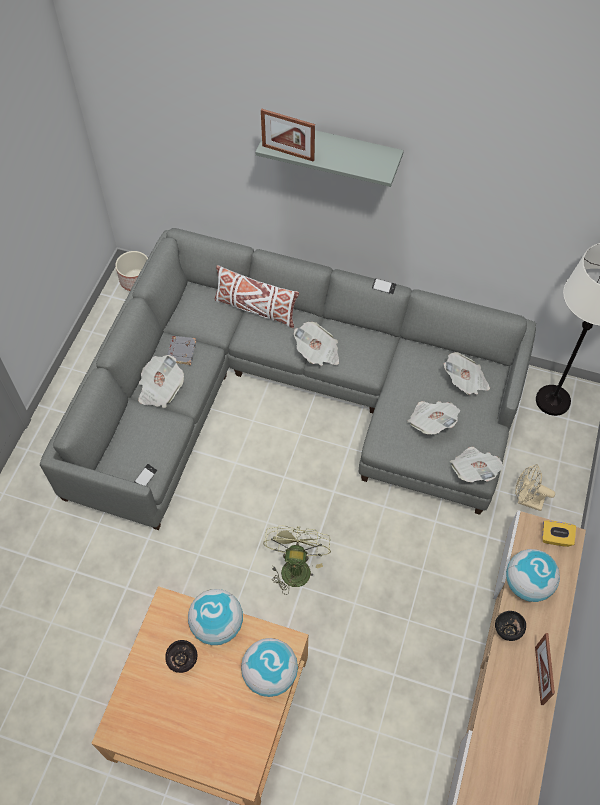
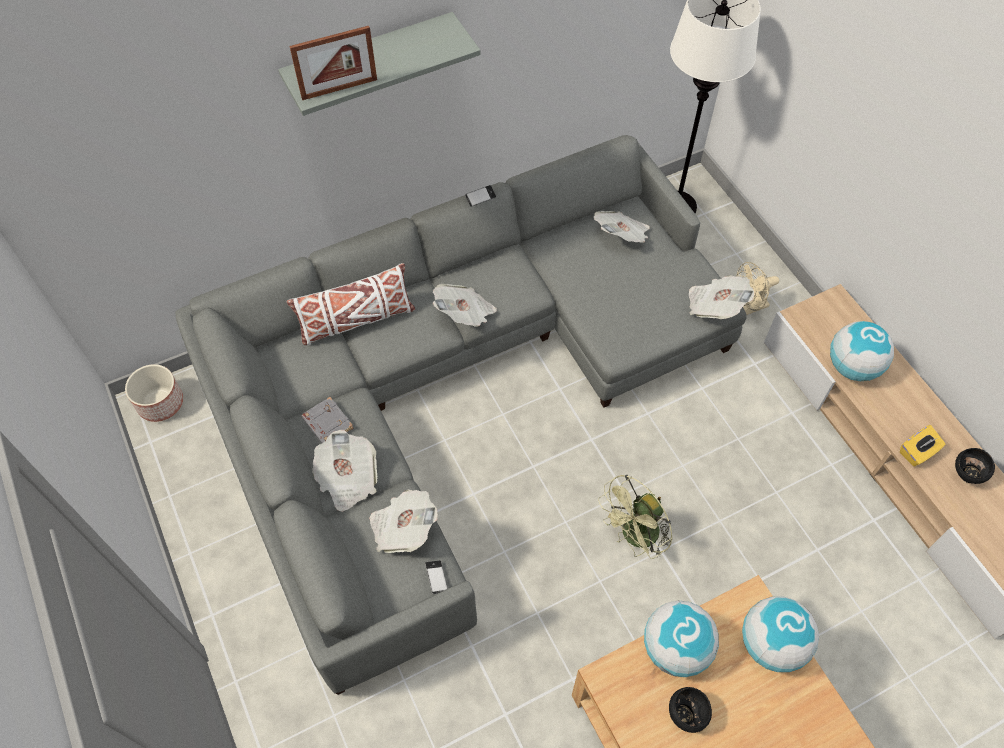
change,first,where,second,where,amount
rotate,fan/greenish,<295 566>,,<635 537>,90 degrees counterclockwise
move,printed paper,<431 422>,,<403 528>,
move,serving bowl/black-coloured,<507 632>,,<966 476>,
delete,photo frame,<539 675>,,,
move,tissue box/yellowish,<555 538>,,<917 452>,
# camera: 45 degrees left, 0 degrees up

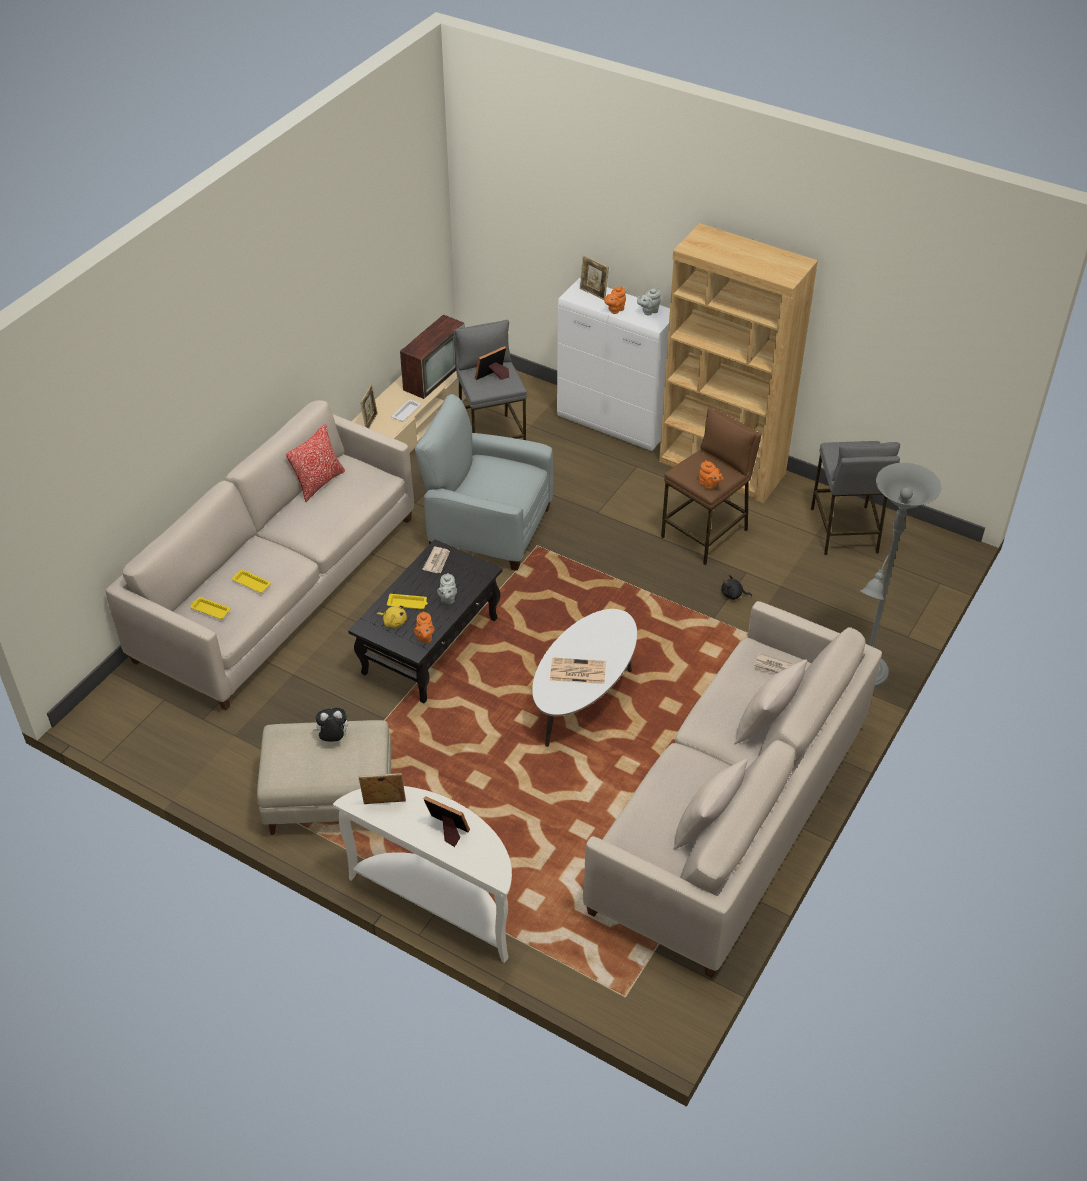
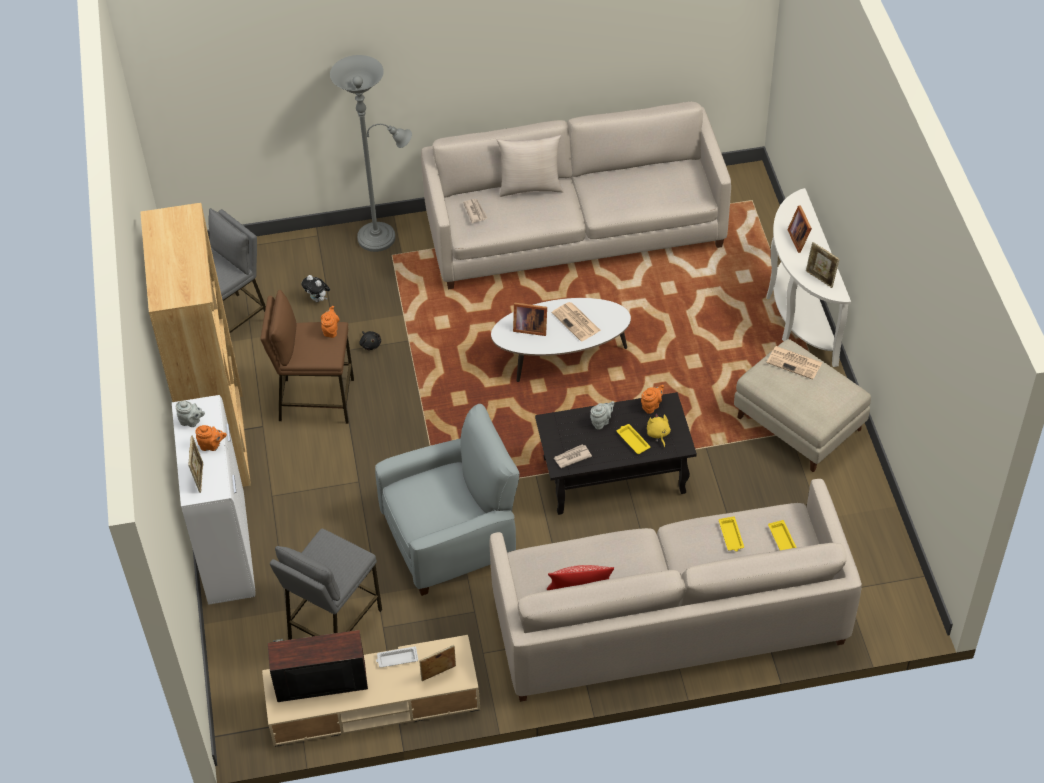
change,first,where,second,where,amount
move,plush toy,<333 738>,,<318 299>,
rotate,easy chair/gray,<487 527>,,<452 538>,90 degrees counterclockwise
move,photo frame,<493 376>,,<529 327>,
delete,throw pillow/sand-coloured,<706 827>,,,
insert,,,printed paper,<795 363>,
# camera: 130 degrees left, 5 degrees up

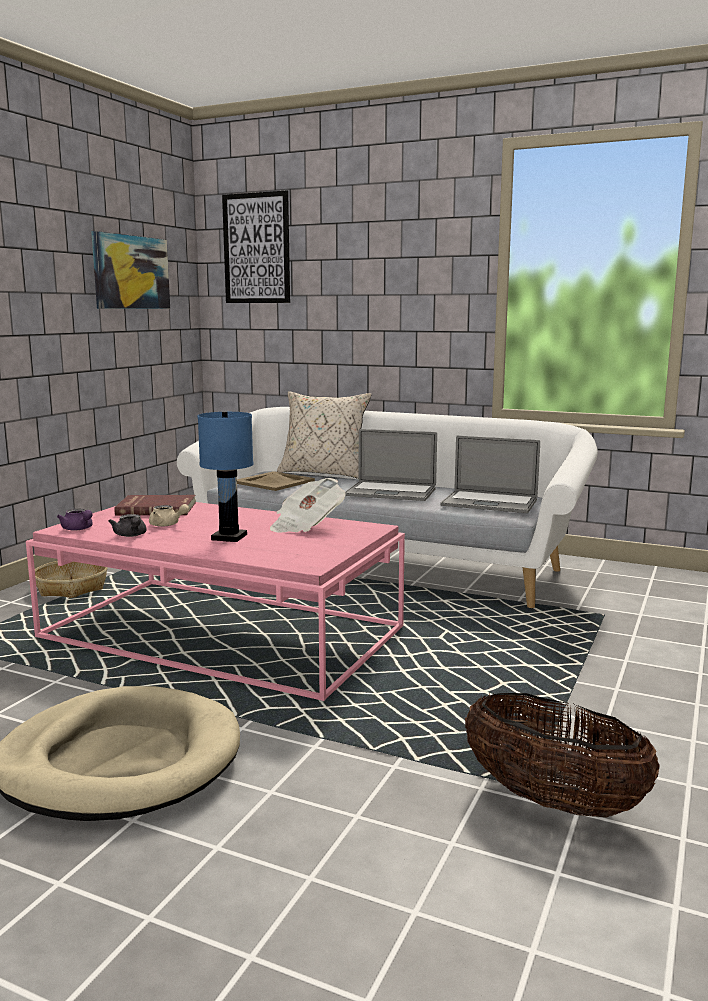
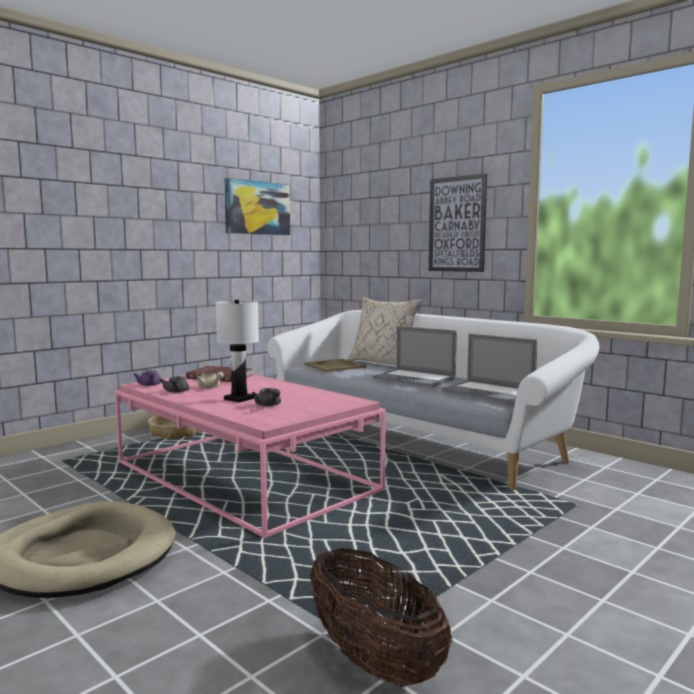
change,first,where,second,where,amount
recolor,lamp for a table/bluish,<229 537>,lamp for a table/whitish,<240 399>,
move,wall art,<256 248>,,<457 224>,
delete,printed paper,<306 526>,,,
insert,,,pot for tea/gray,<269 405>,
# camera: 20 degrees right, 5 degrees down

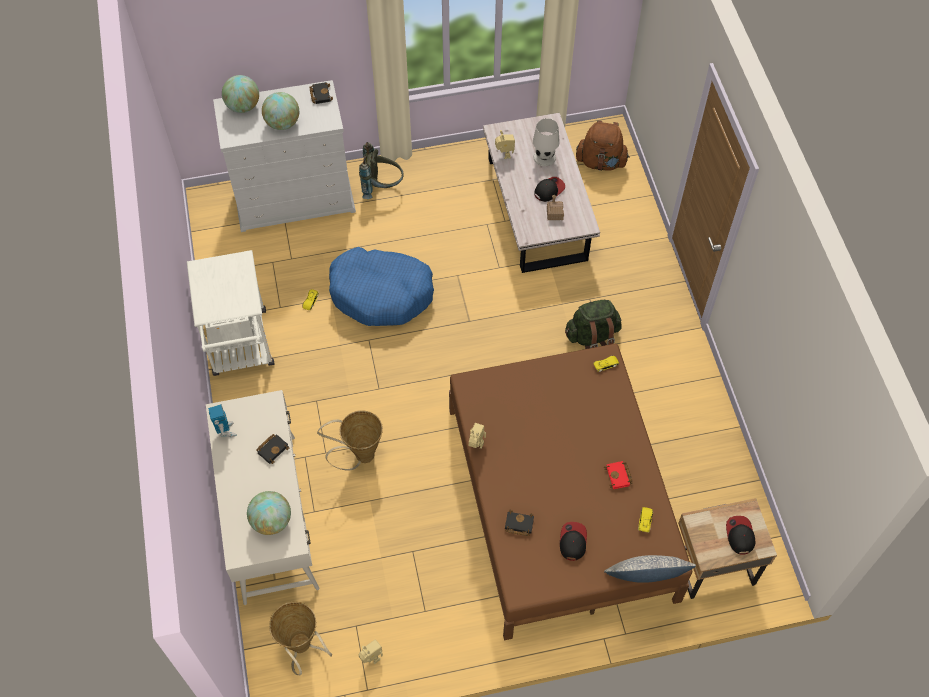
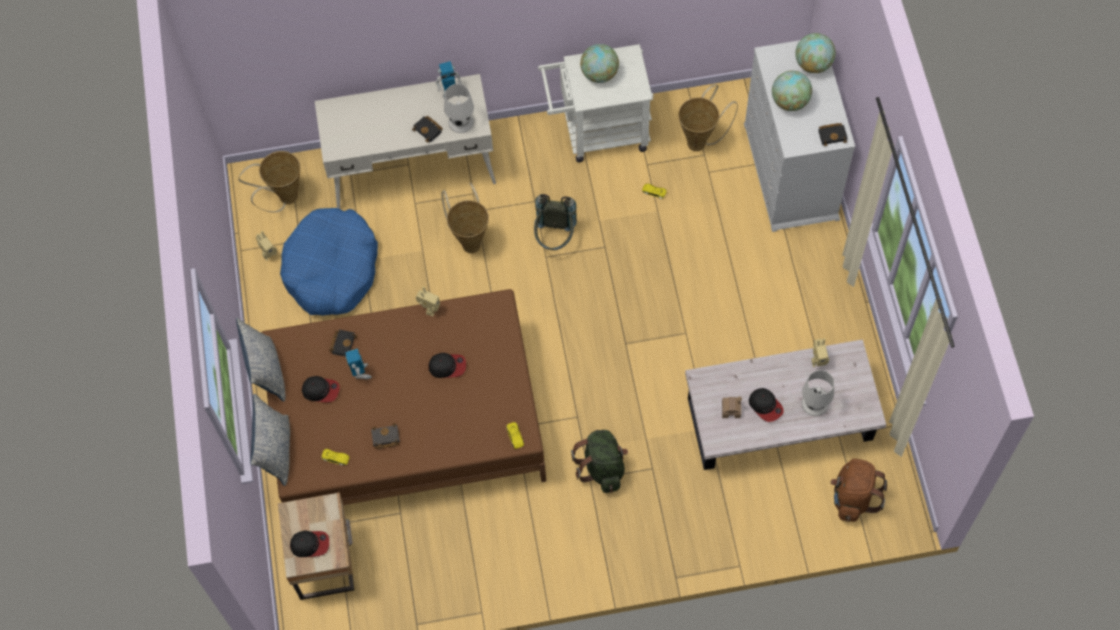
change,first,where,second,where,amount
move,desk globe,<271 521>,,<599 74>,
move,dog cushion/bluish,<381 293>,,<332 269>,
move,backpack/gray,<382 187>,,<554 238>,
recolor,volume/red-coloured,<619 476>,volume/black-coloured,<385 438>,
insert,,,throw pillow,<266 371>,
insert,,,toy robot,<360 373>,
insert,,,peaked cap,<447 366>,
insert,,,lamp for a table/whitish,<460 122>,
insert,,,basket,<700 141>,
# camera: 95 degrees right, 5 degrees up

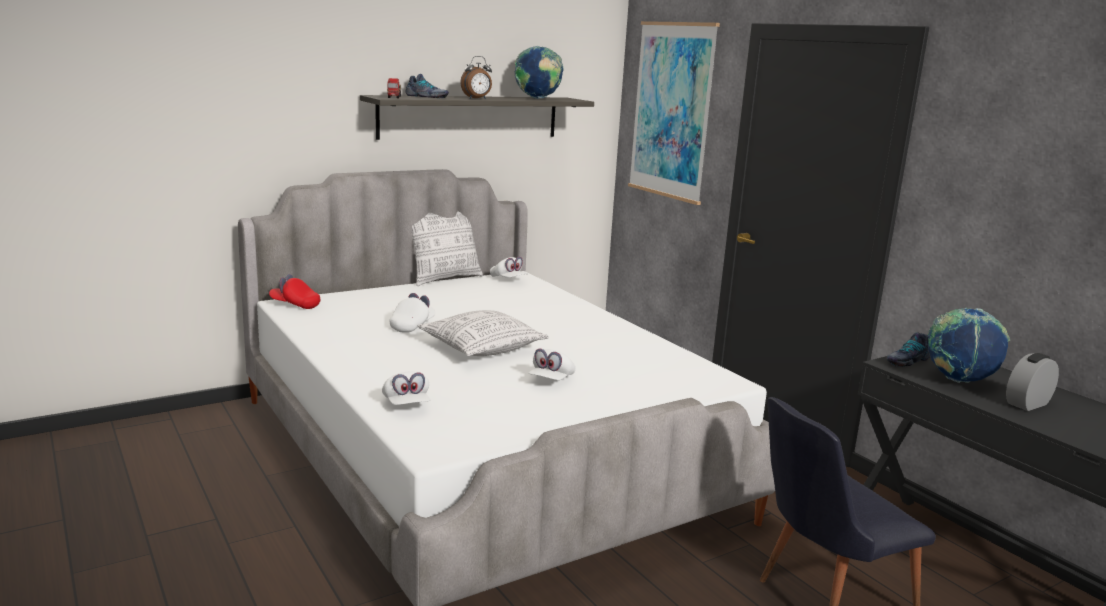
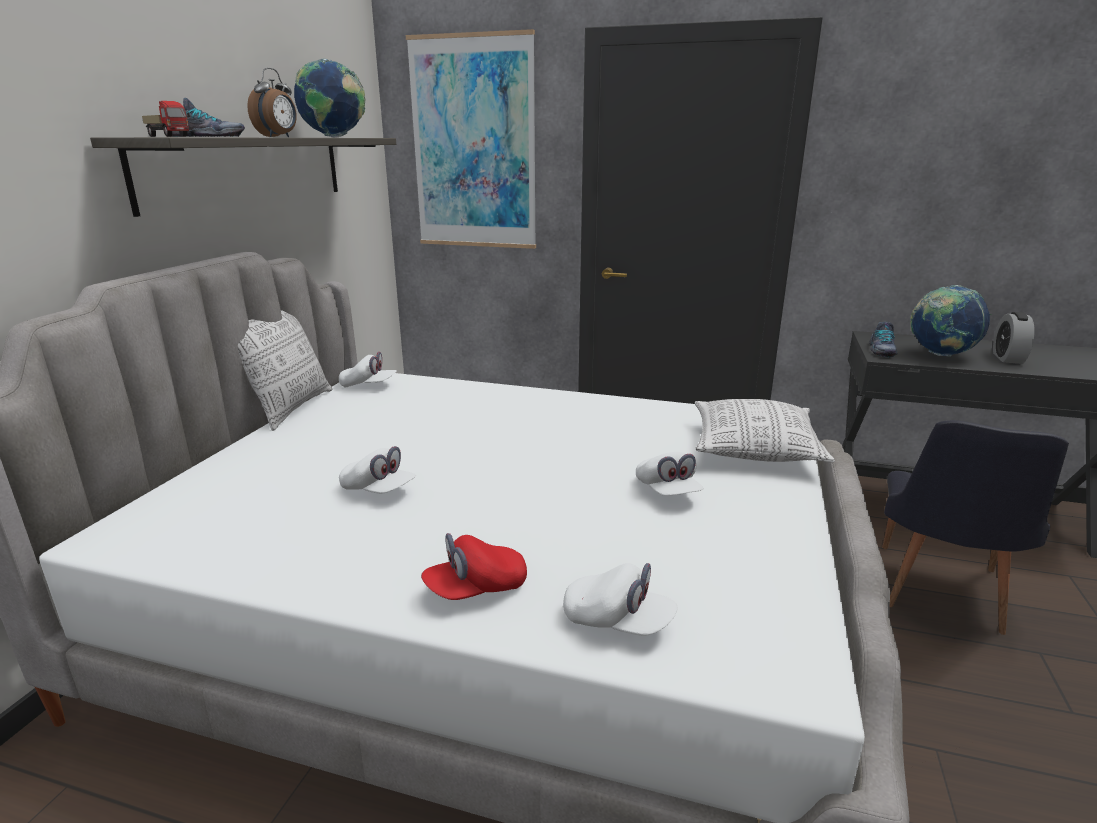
change,first,where,second,where,amount
move,peaked cap/red-coloured,<295 305>,,<476 589>,
rotate,peaked cap/whitish,<412 326>,,<378 490>,135 degrees clockwise
move,throw pillow,<482 348>,,<754 449>,
# camera: 40 degrees left, 5 degrees up

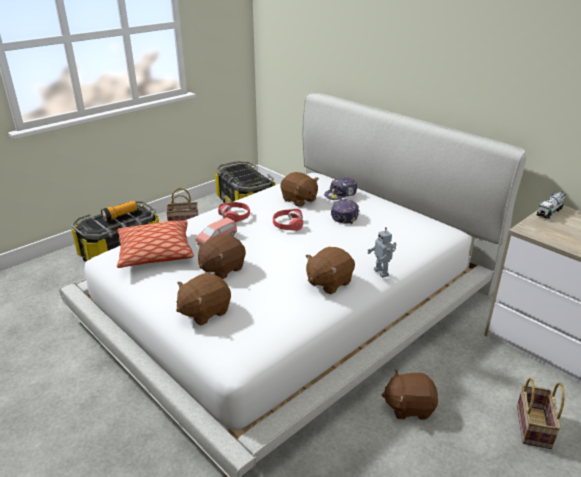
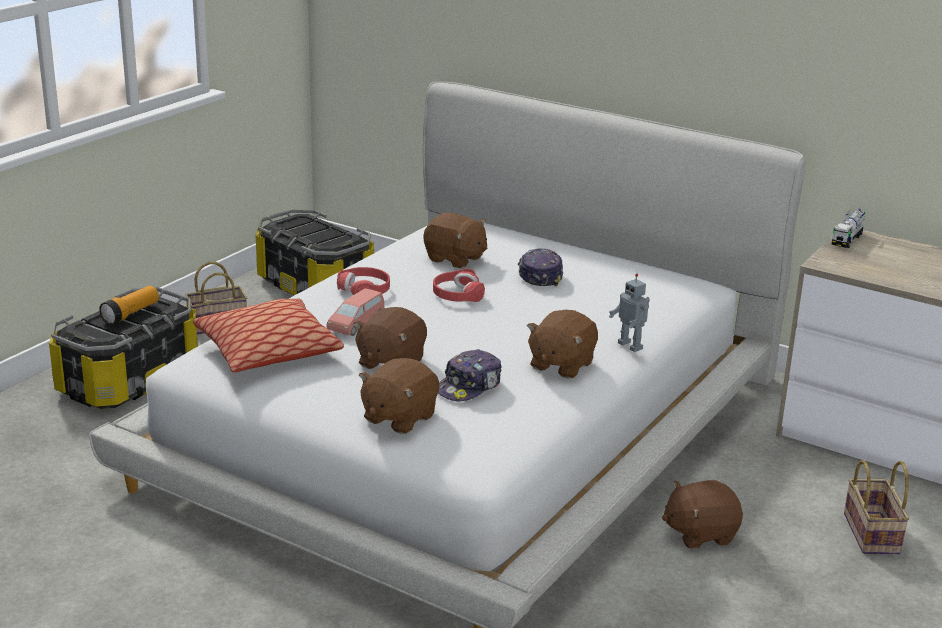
change,first,where,second,where,amount
move,peaked cap,<341 194>,,<470 386>,
# camera: 15 degrees left, 5 degrees down

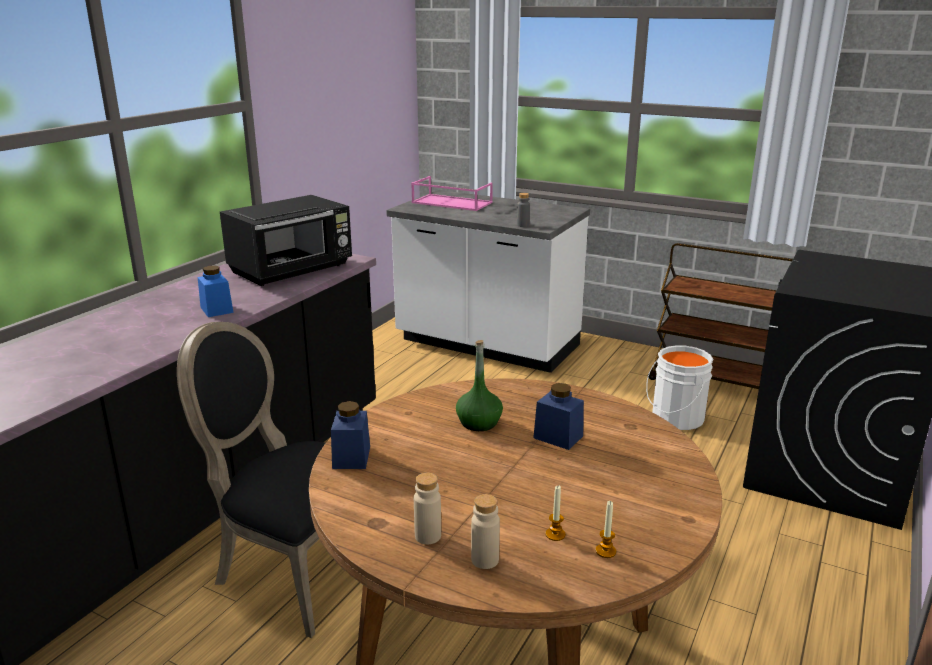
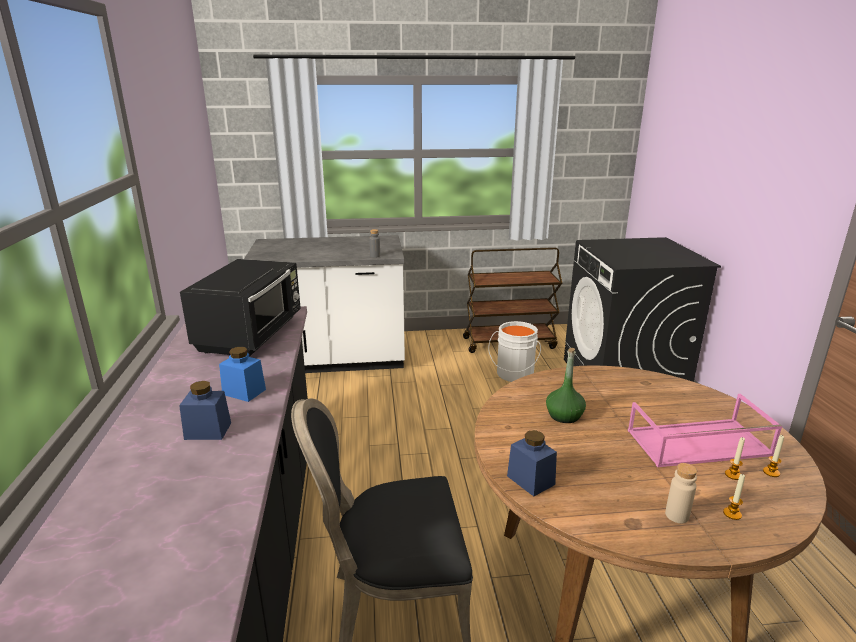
change,first,where,second,where,amount
move,carrying tray/pink-coloured,<451 203>,,<697 443>,
replace,bottle/sand-coloured,<485 560>,wax candle,<732 514>,
move,jar/bluish,<558 437>,,<208 431>,
# camera: 35 degrees left, 0 degrees up

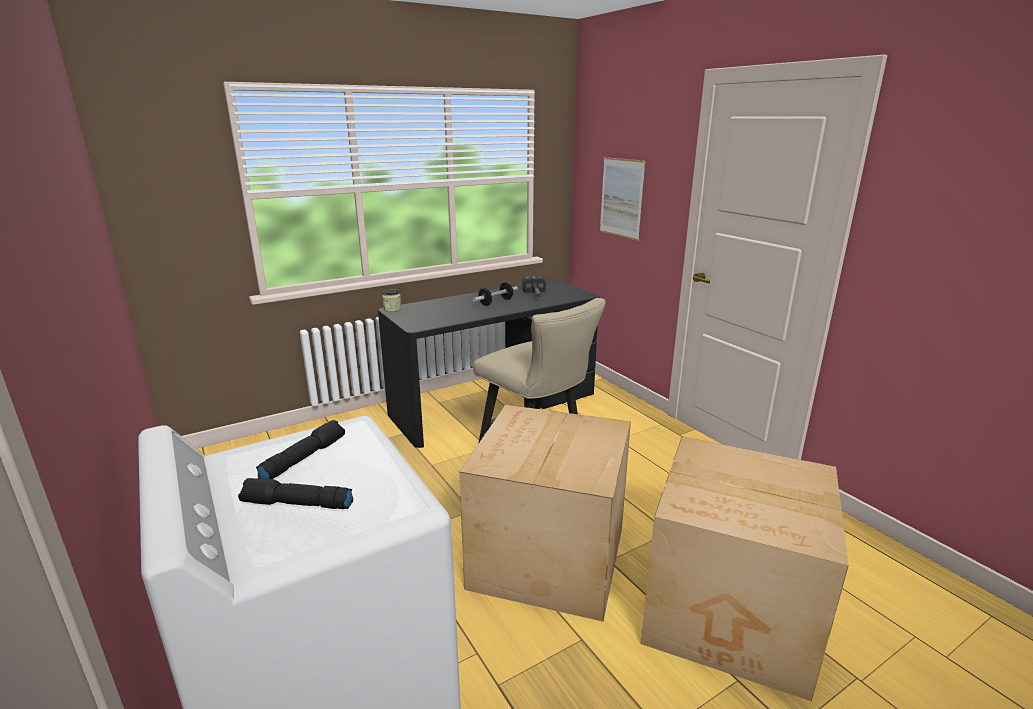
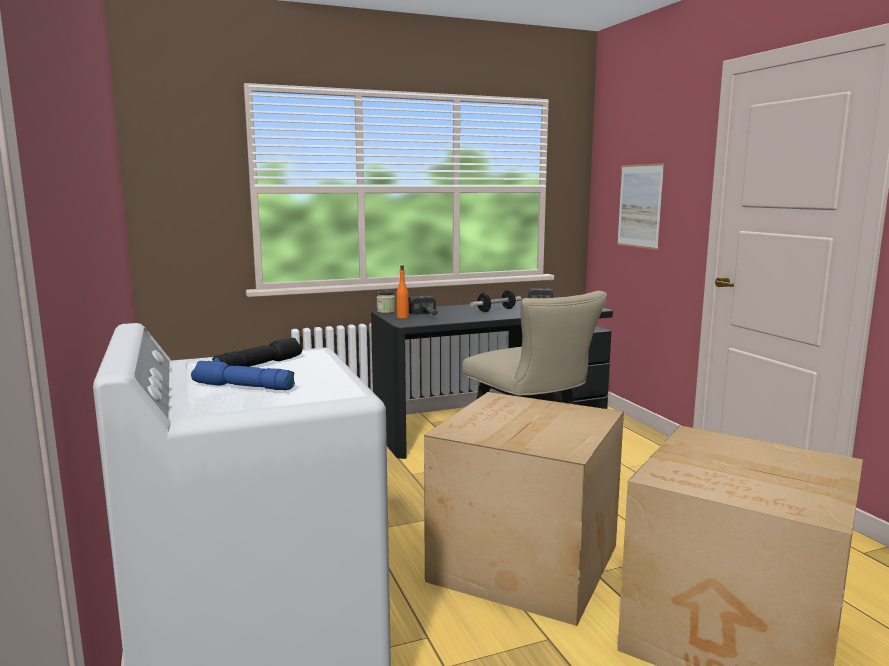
change,first,where,second,where,amount
recolor,flashlight/black-coloured,<296 505>,flashlight/bluish,<242 387>,
insert,,,bottle/orange-coloured,<402 317>,
insert,,,hand hammer,<427 316>,
# camera: 10 degrees right, 10 degrees down

